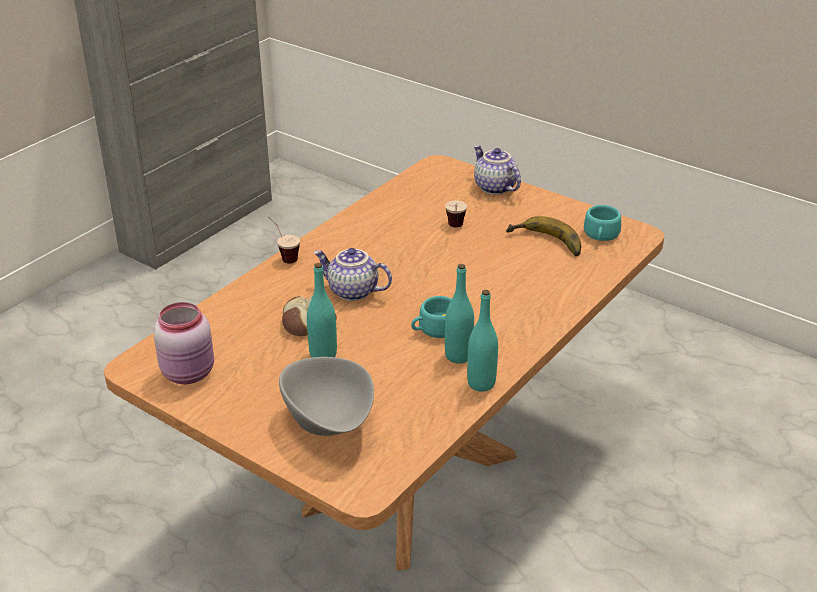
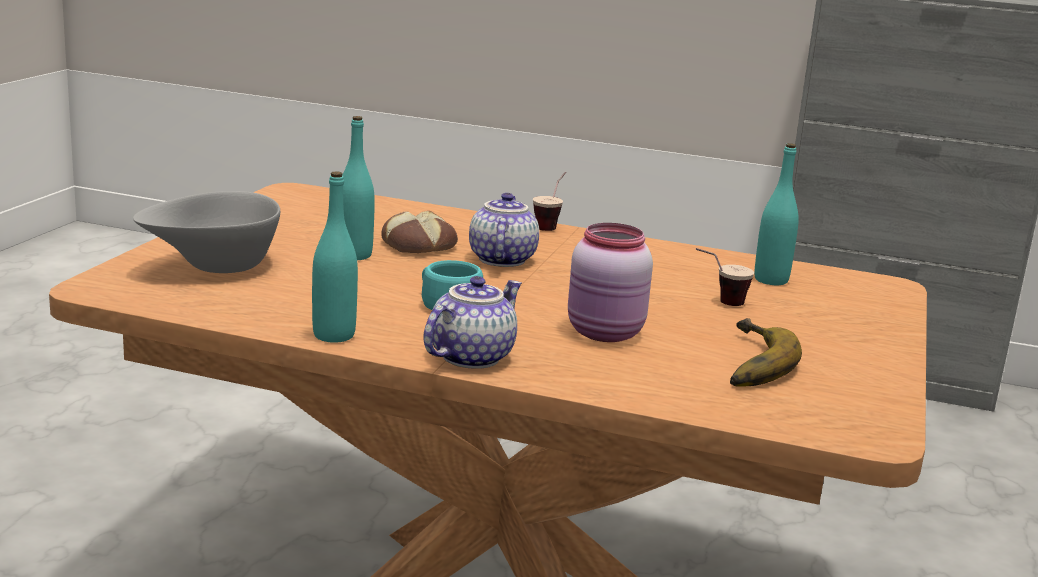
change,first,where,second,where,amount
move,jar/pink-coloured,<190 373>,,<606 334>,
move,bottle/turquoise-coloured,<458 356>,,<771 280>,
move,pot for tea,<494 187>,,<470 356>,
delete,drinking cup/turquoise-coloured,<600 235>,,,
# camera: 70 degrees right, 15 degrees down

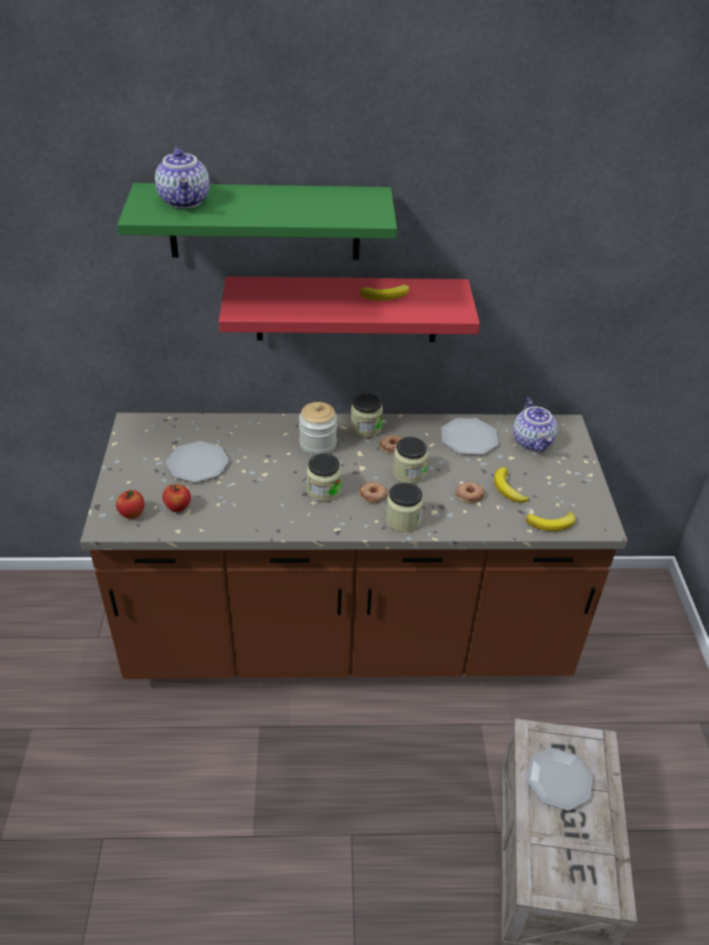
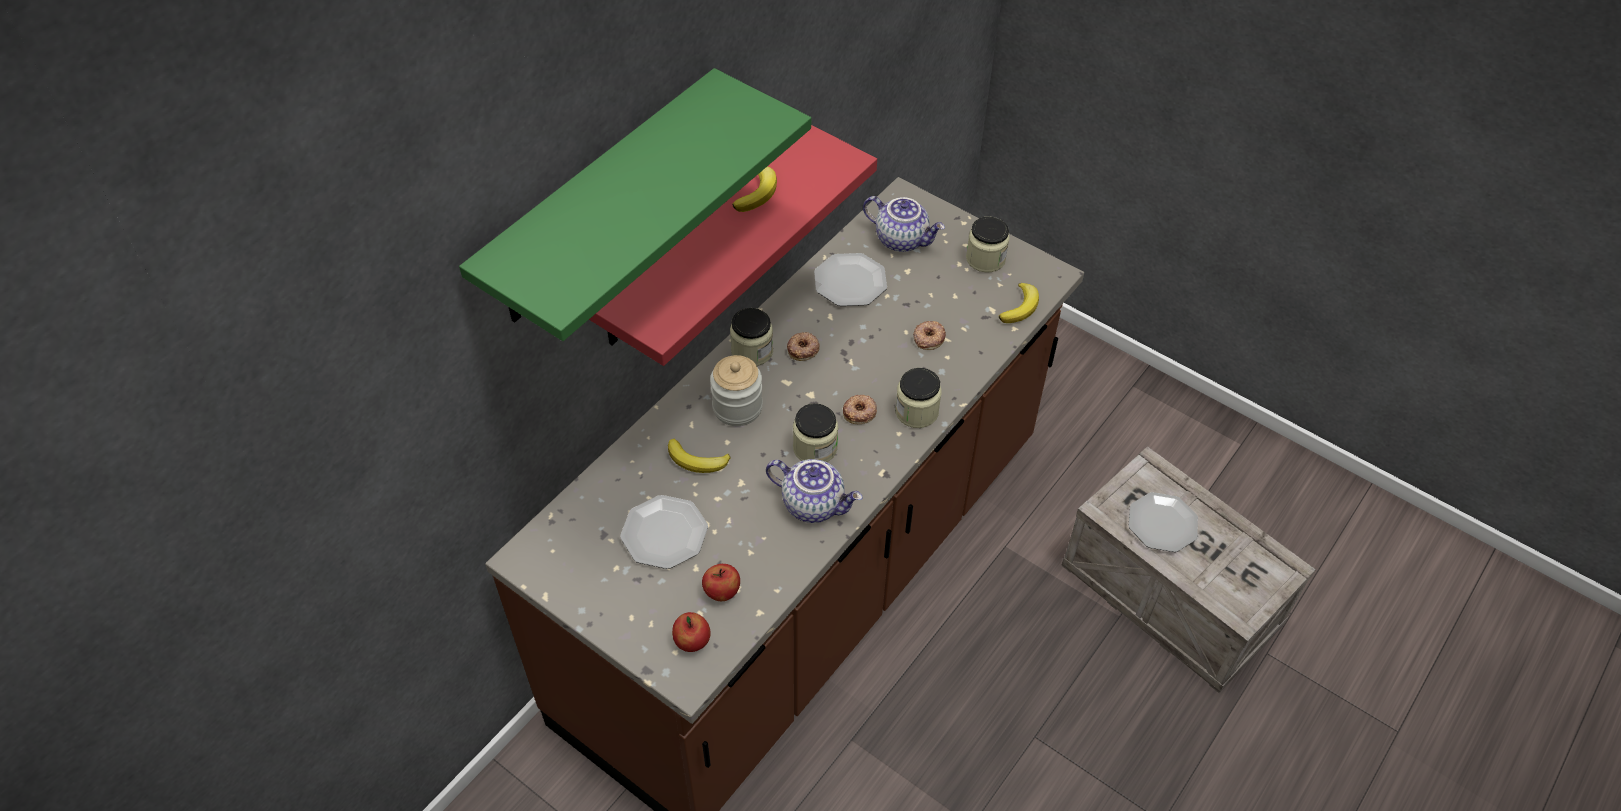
change,first,where,second,where,amount
move,pot for tea,<186 201>,,<814 503>,
move,jar,<409 473>,,<985 259>,
move,banana fruit,<508 489>,,<697 460>,
# camera: 50 degrees left, 10 degrees up

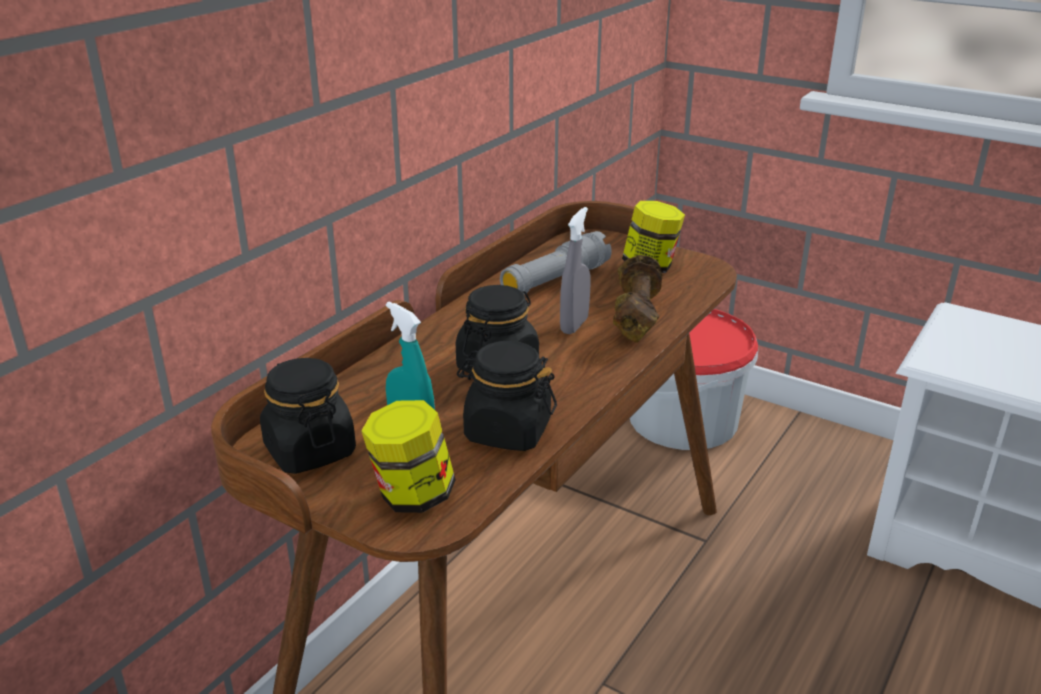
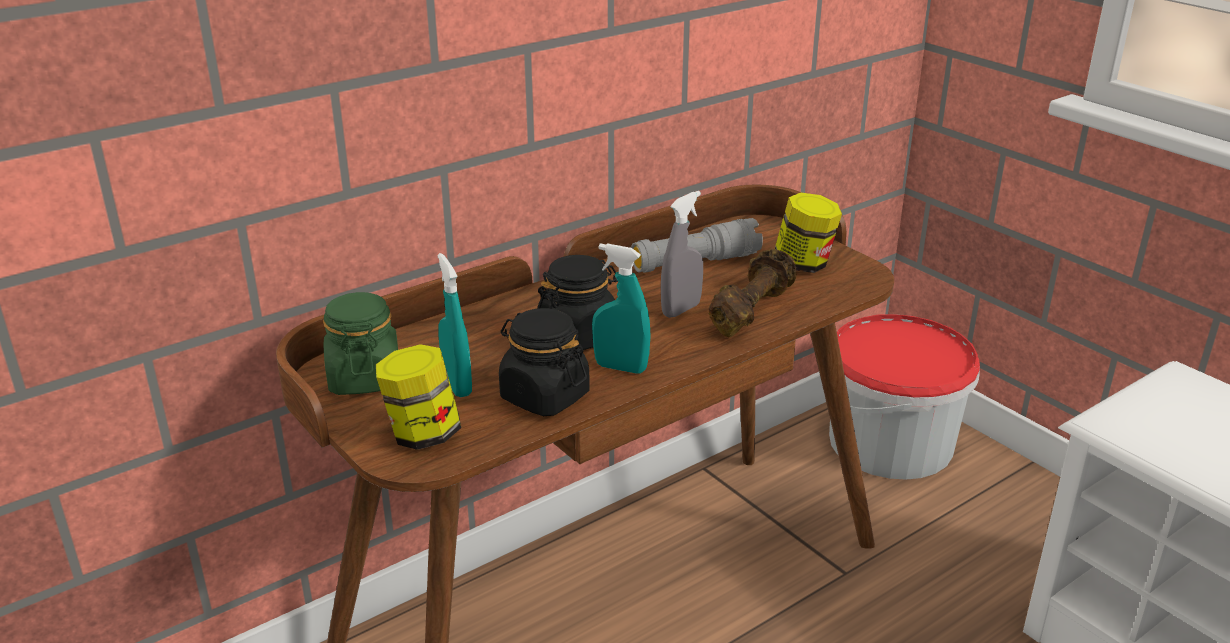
change,first,where,second,where,amount
recolor,jar/black-coloured,<309 450>,jar/greenish,<365 378>,
insert,,,spray bottle/turquoise-coloured,<620 368>,
# camera: 20 degrees right, 0 degrees up

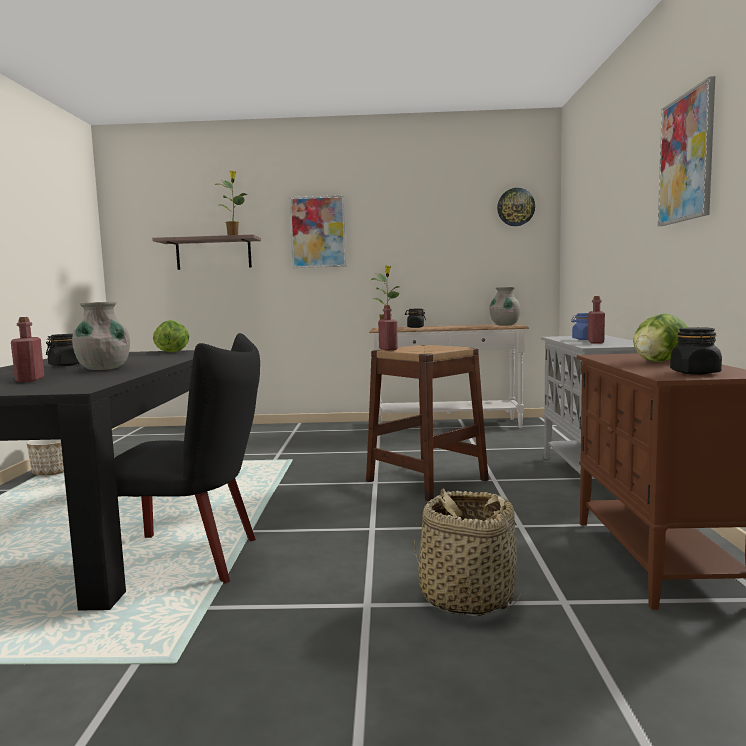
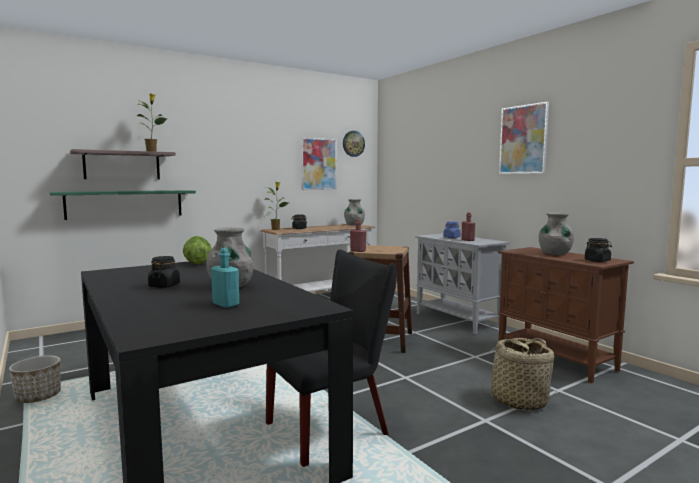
change,first,where,second,where,amount
recolor,bottle/red-coloured,<30 380>,bottle/turquoise-coloured,<225 304>,
move,wall art,<318 232>,,<318 164>,
replace,lettuce,<659 361>,decorative vase/gray,<555 254>,
insert,,,wall shelf/greenish,<125 204>,
# camera: 35 degrees left, 0 degrees up

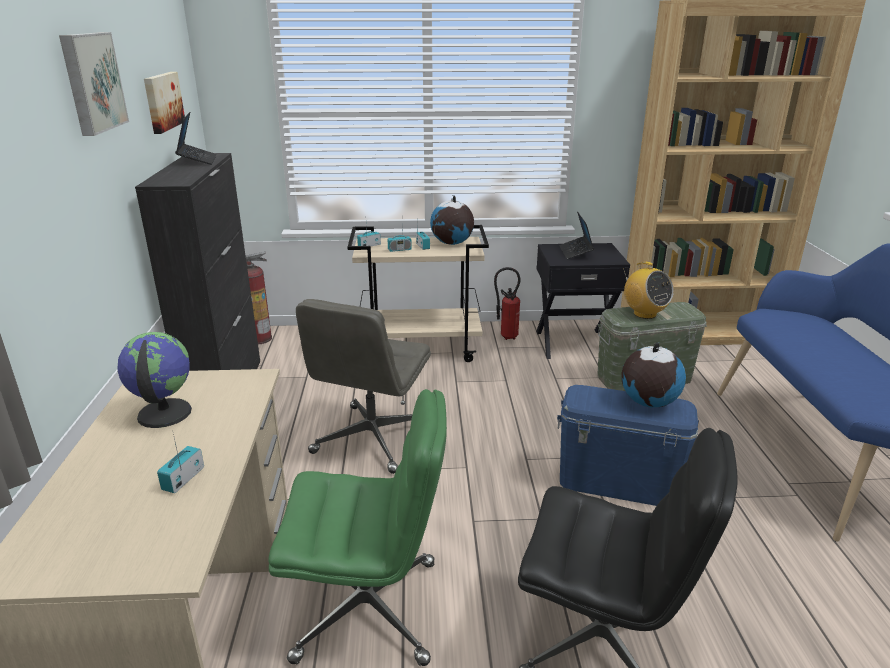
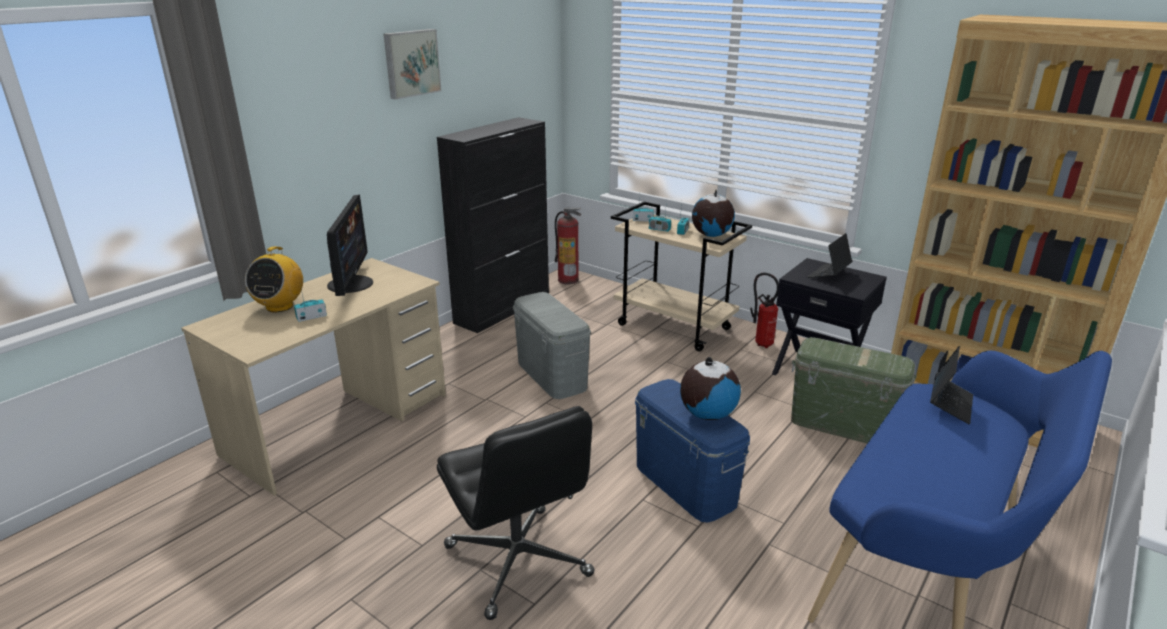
change,first,where,second,where,amount
replace,desk globe,<163 413>,monitor,<351 284>,
delete,wall art,<162 101>,,,
move,notebook computer,<197 160>,,<950 404>,
delete,office chair/greenish,<369 609>,,,
replace,office chair/gray,<372 439>,storage bin/gray,<551 375>,
move,radio receiver,<644 314>,,<280 306>,
# camera: 40 degrees right, 0 degrees up

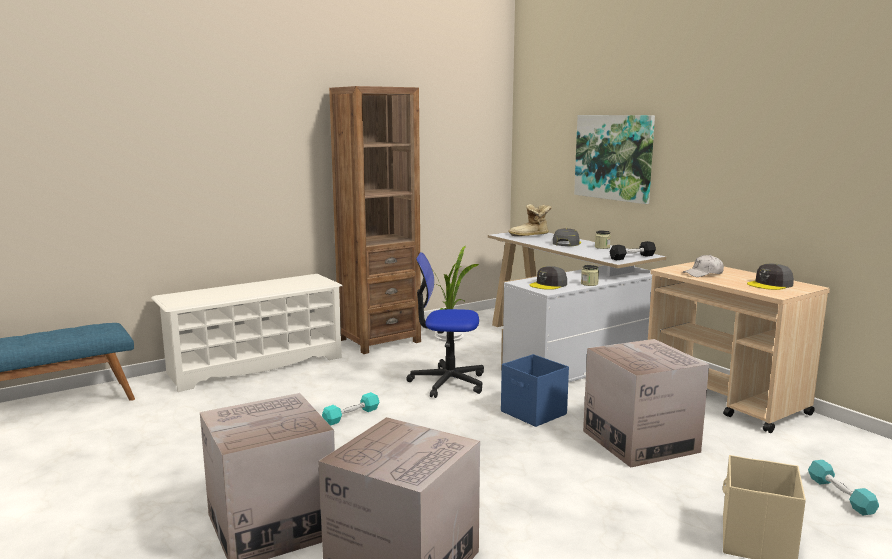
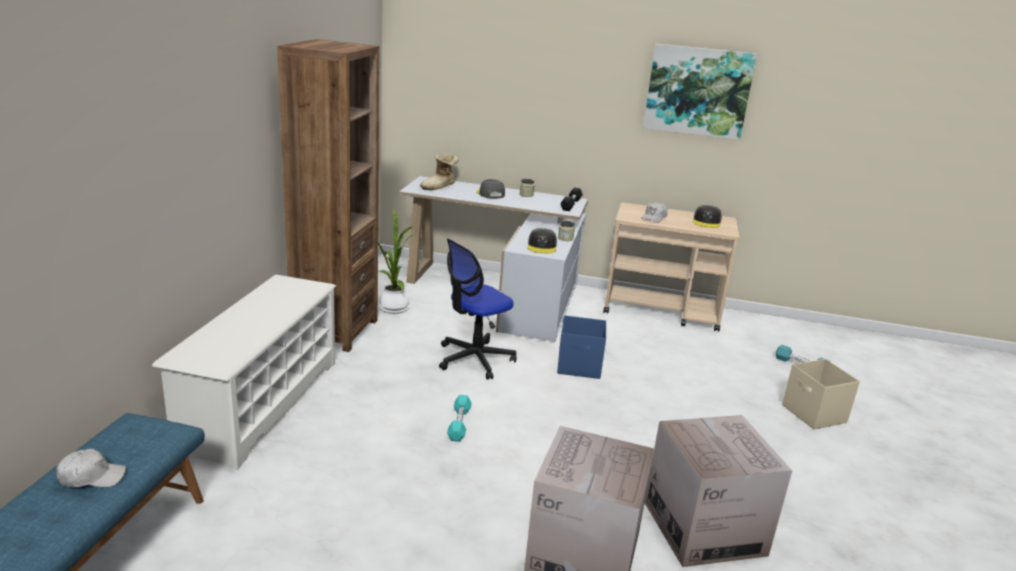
change,first,where,second,where,amount
move,wall art,<614 157>,,<698 91>,
delete,carton,<640 441>,,,
insert,,,peaked cap/whitish,<92 477>,
# camera: 45 degrees left, 10 degrees up

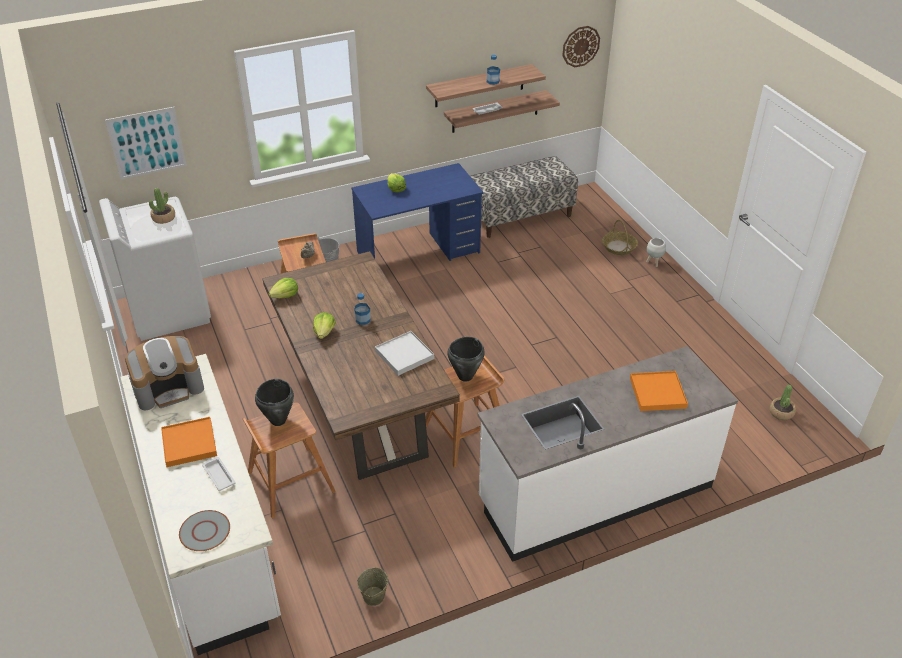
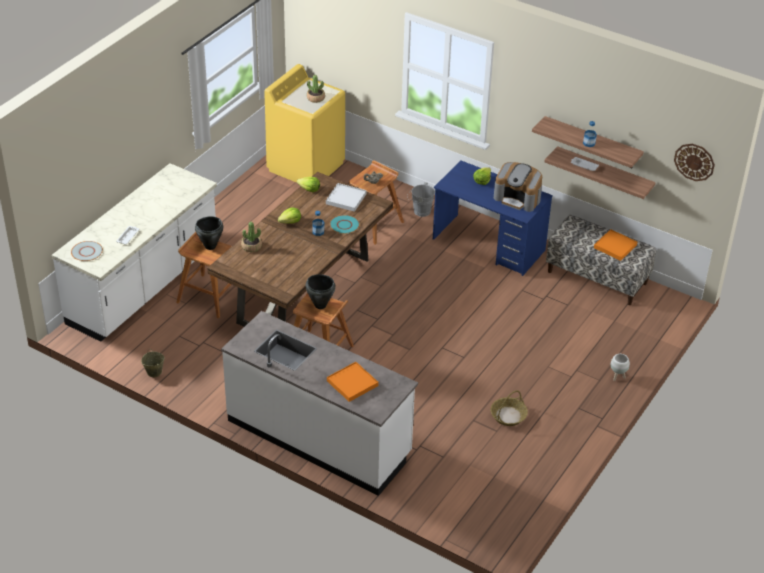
change,first,where,second,where,amount
recolor,laundry appliance/whitish,<168 311>,laundry appliance/yellowish,<306 166>,
delete,wall art,<147 143>,,,
move,coffee maker,<169 388>,,<518 198>,
move,carrying tray/orange-coloured,<189 443>,,<615 246>,
move,carrying tray/whitish,<404 355>,,<346 199>,
move,basket,<619 247>,,<508 416>,
move,houseplant,<781 412>,,<251 246>,
insert,,,dinner plate/turquoise-coloured,<344 225>,
# camera: 55 degrees right, 0 degrees up

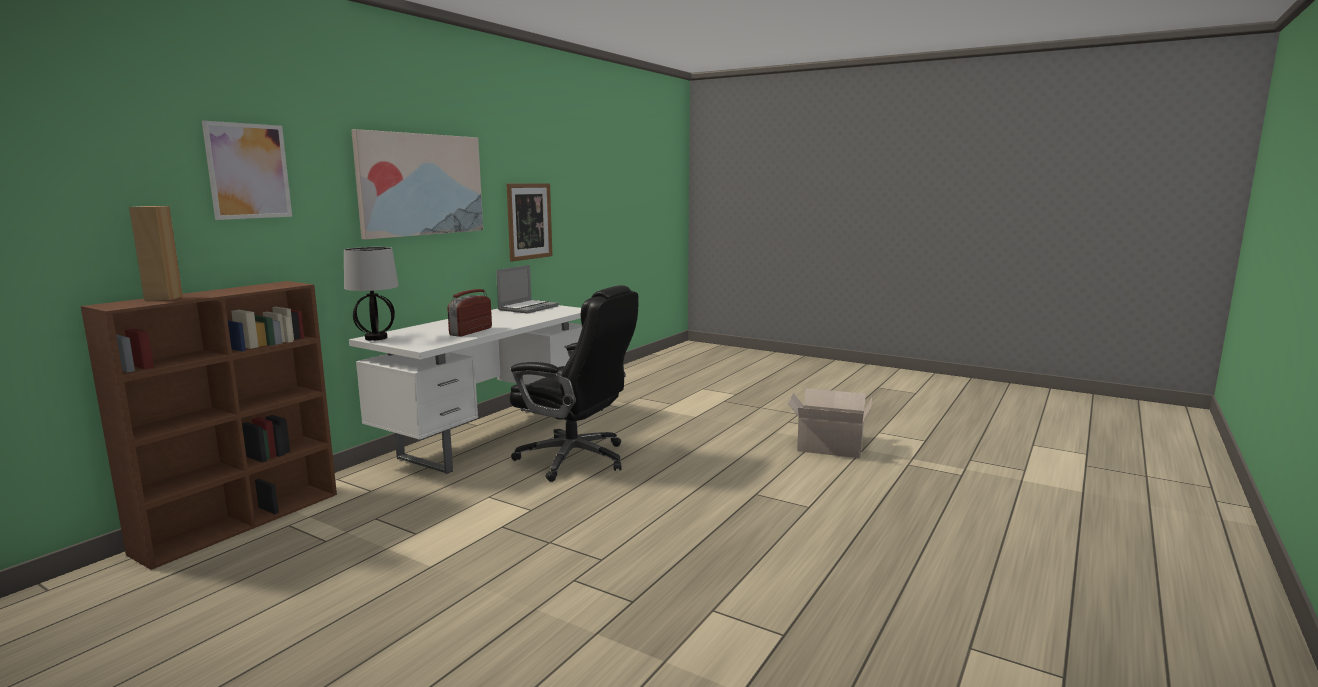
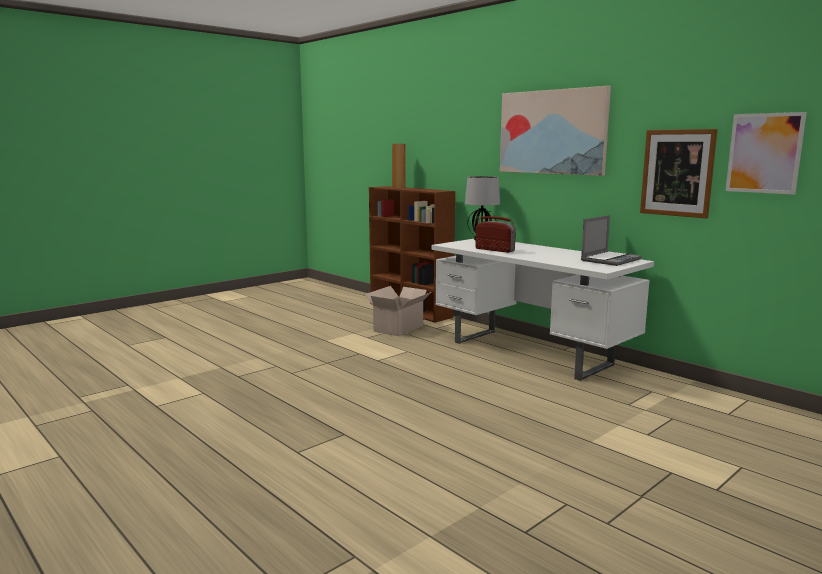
change,first,where,second,where,amount
move,wall art,<248 171>,,<764 153>,
rotate,notebook computer,<528 308>,,<610 260>,90 degrees counterclockwise
delete,office chair/black-coloured,<575 459>,,,
move,carton,<827 447>,,<399 328>,
# camera: 105 degrees right, 0 degrees up

